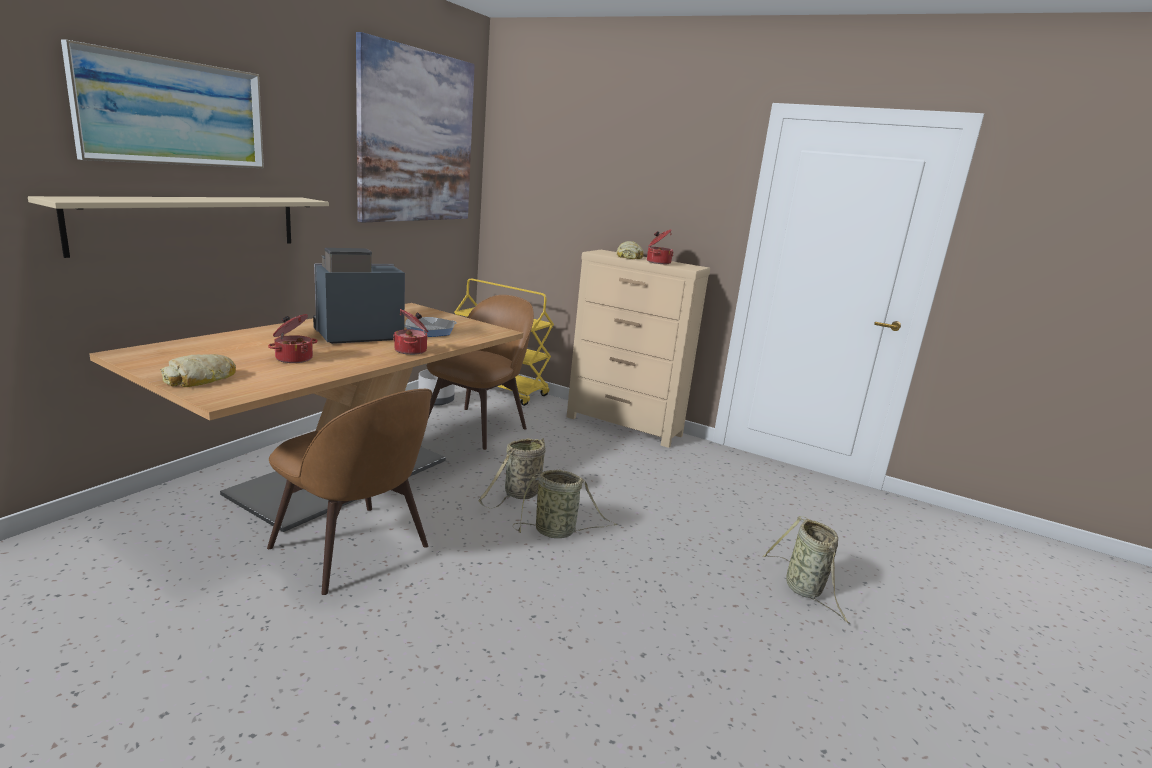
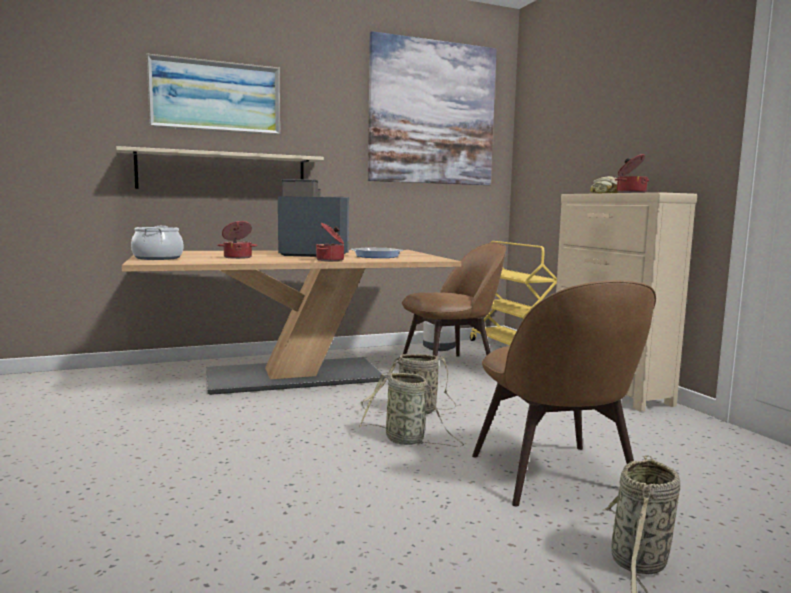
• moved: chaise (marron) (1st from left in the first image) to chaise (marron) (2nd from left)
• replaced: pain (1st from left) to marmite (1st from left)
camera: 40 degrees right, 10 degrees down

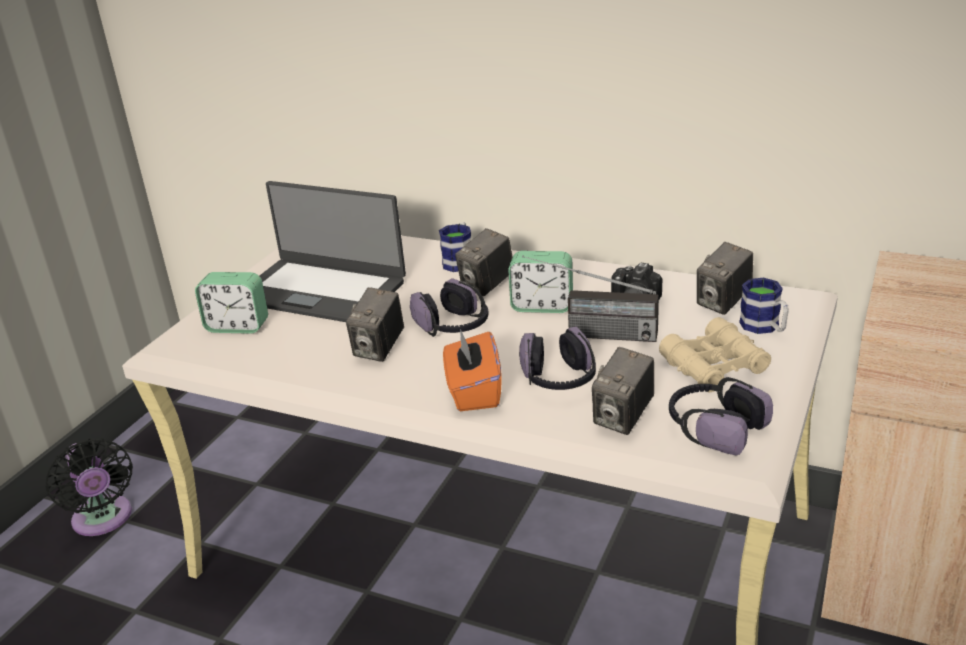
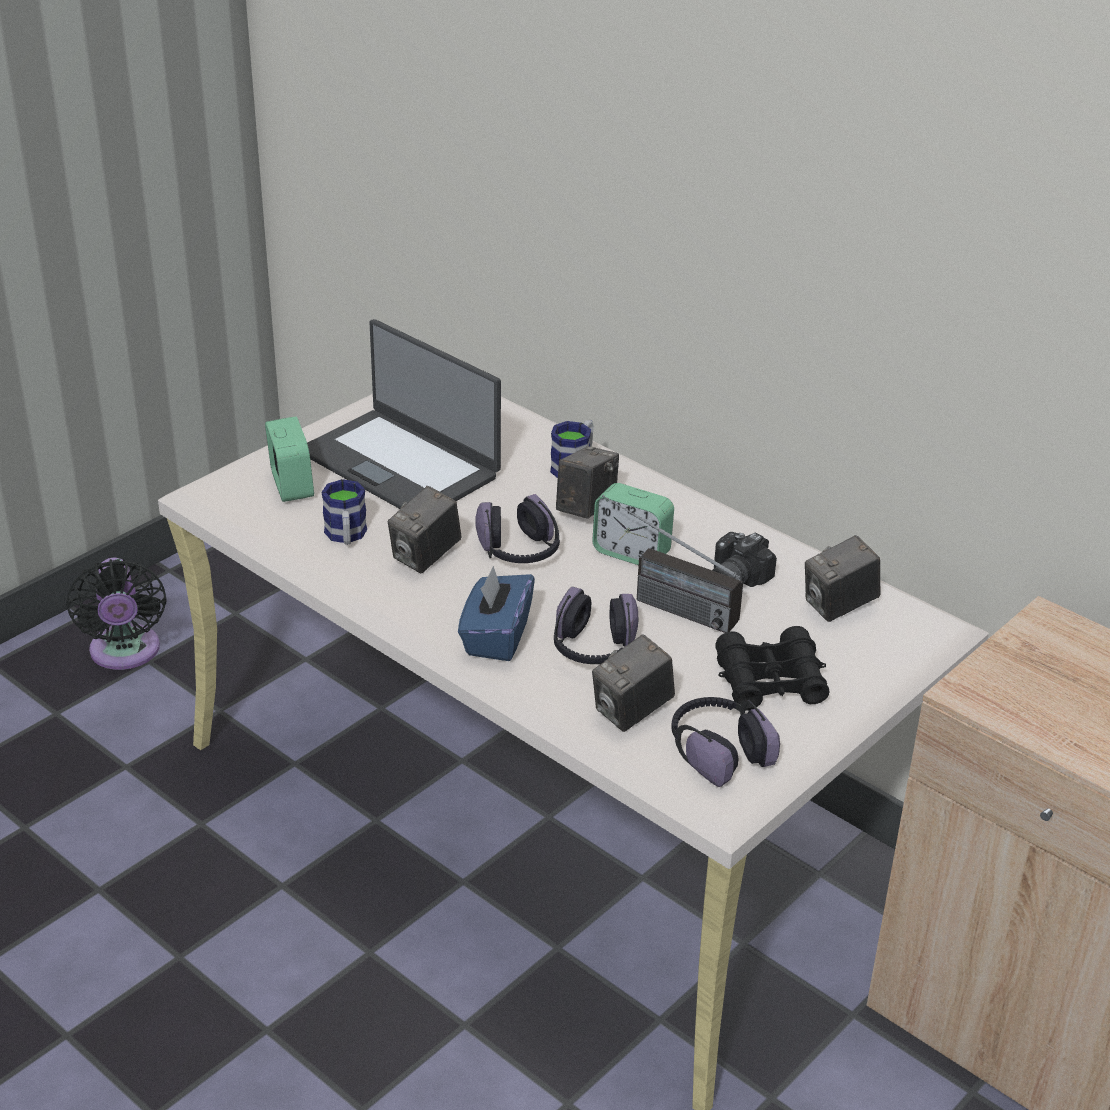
• moved: mug (2nd from left in the first image) to mug (1st from left)
• recoloured: boîte à mouchoirs (orange) to boîte à mouchoirs (bleu)
• recoloured: jumelles (beige) to jumelles (noir)
• turned: réveil (1st from left) 135 degrees counterclockwise
• turned: appareil photo (2nd from left) 150 degrees clockwise
camera: 15 degrees right, 5 degrees up

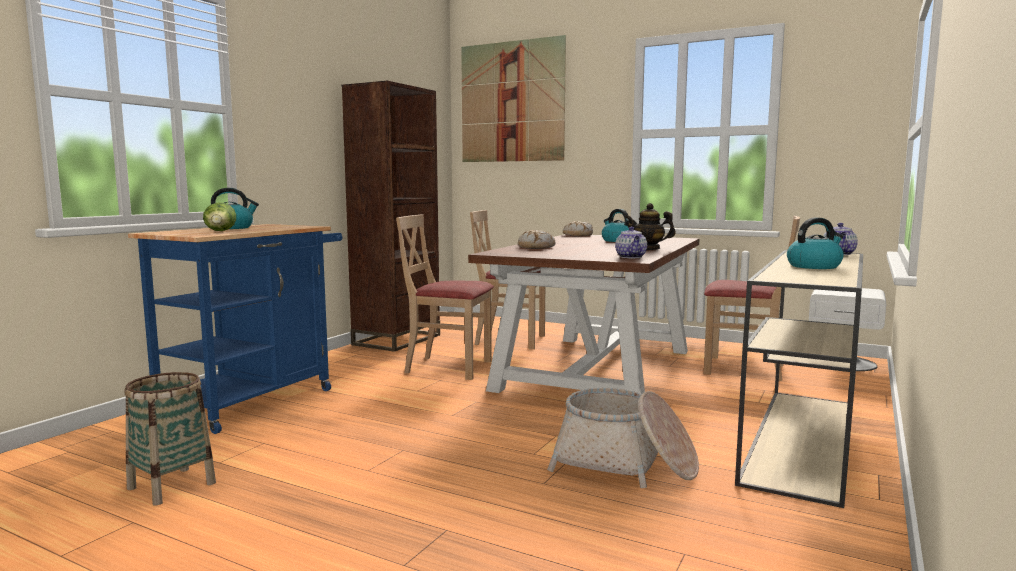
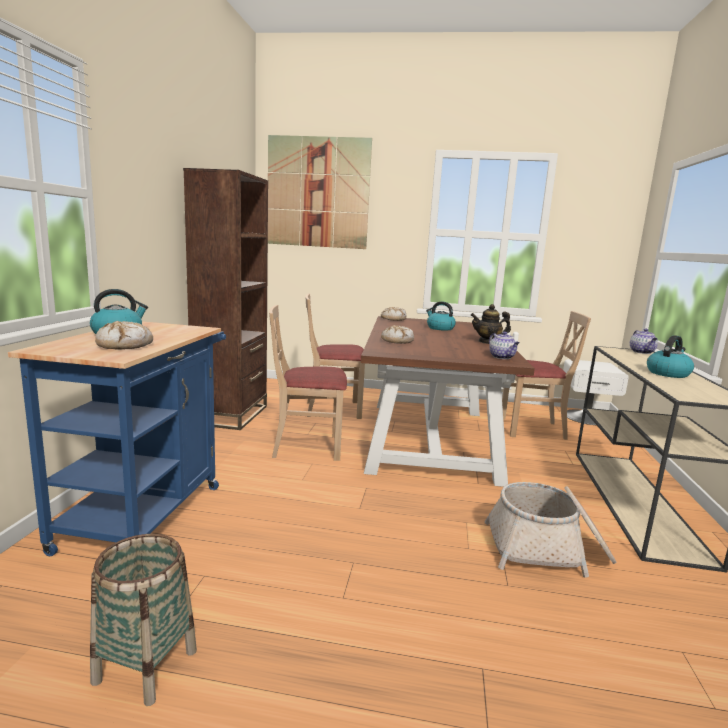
• replaced: laitue to pain (1st from left)
camera: 20 degrees left, 5 degrees up

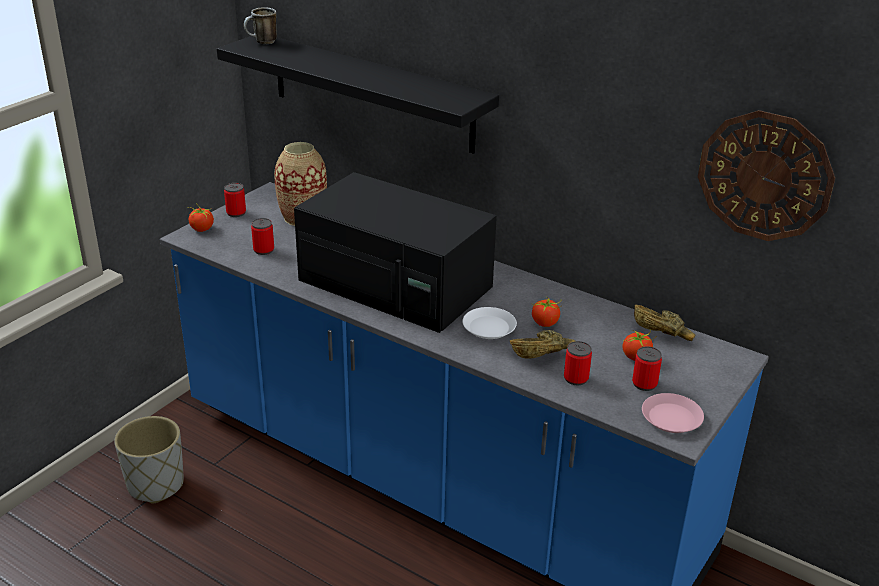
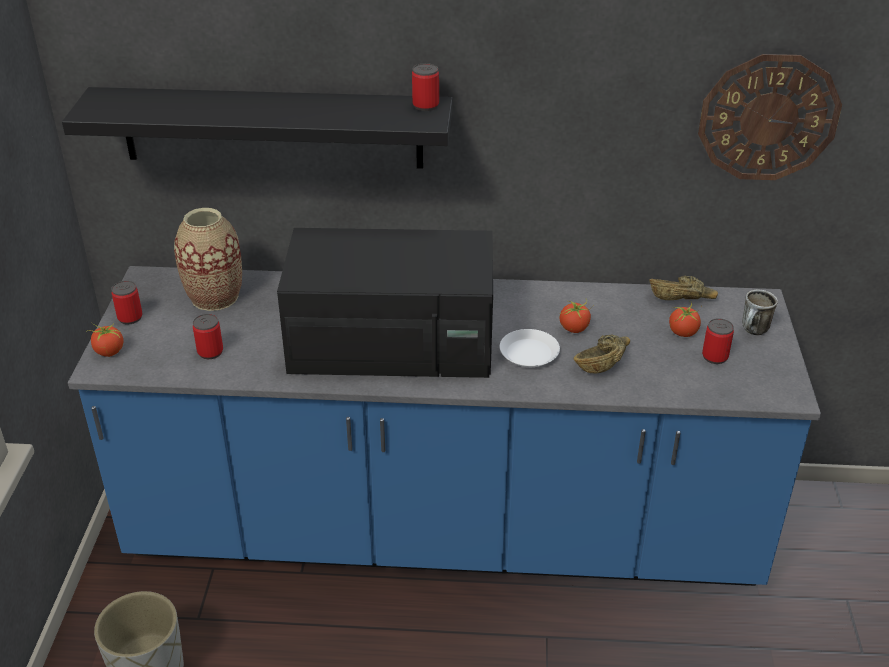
• removed: assiette (rose)
• moved: mug
• moved: boîte métallique (3rd from left)
camera: 30 degrees left, 5 degrees up

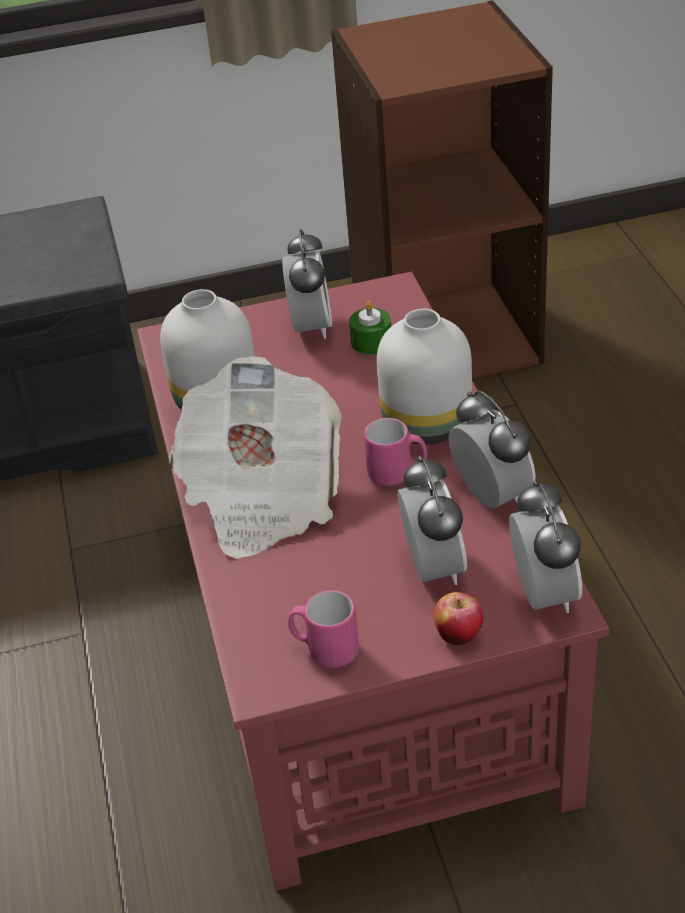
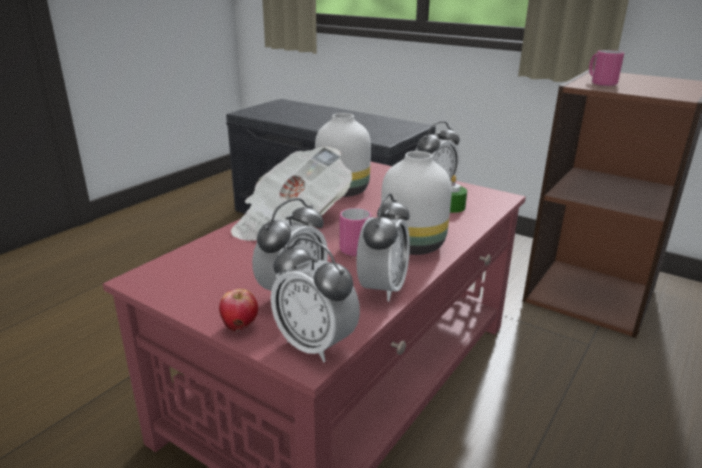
• moved: mug (rose) (1st from left in the first image) to mug (rose) (2nd from left)
• turned: réveil (4th from left in the first image) 90 degrees clockwise
camera: 45 degrees right, 15 degrees down

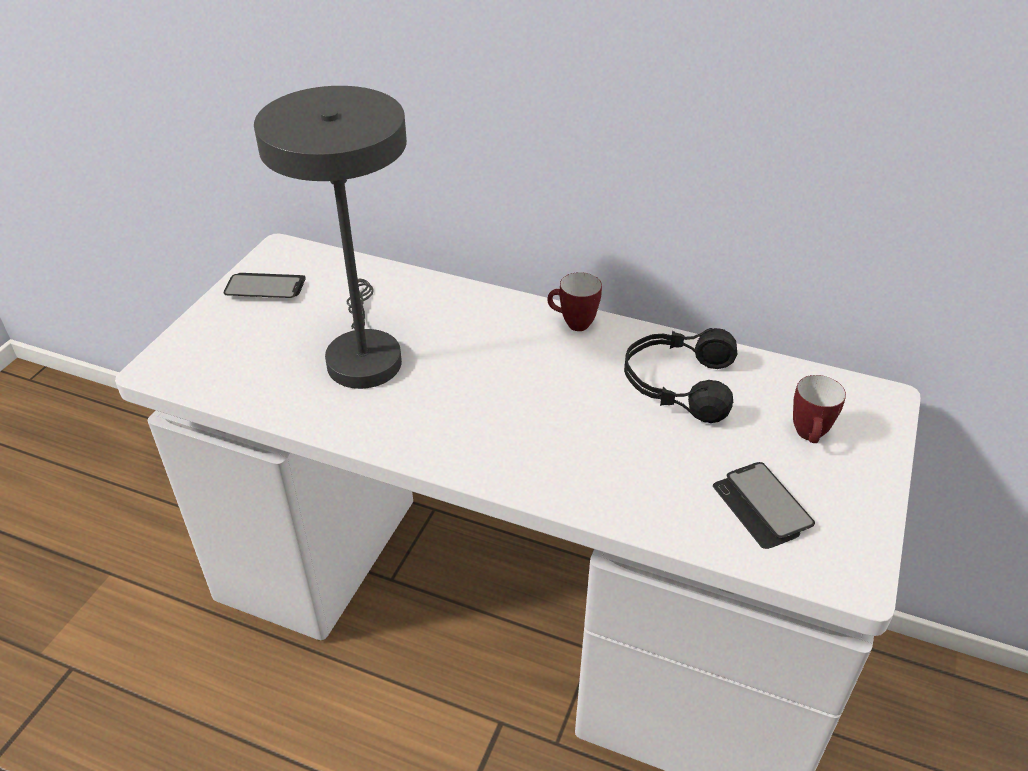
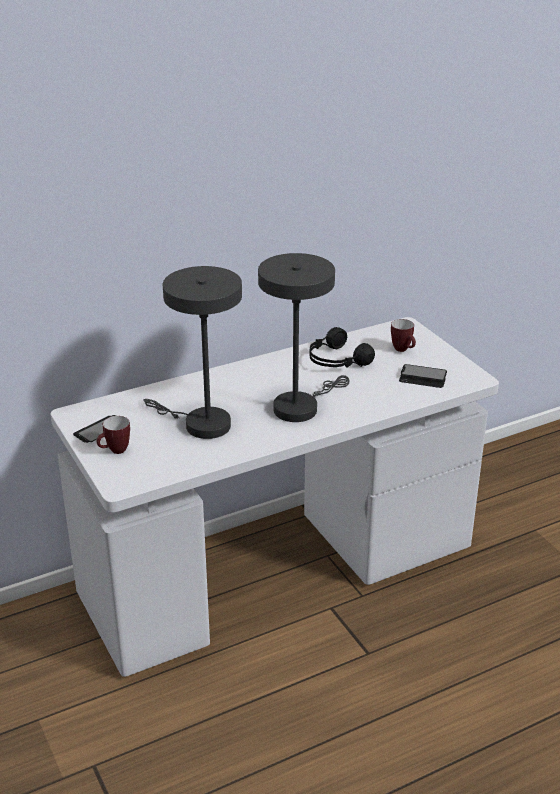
• added: lampe de table (gris) (2nd from left)
• moved: mug (1st from left)
camera: 50 degrees left, 10 degrees down

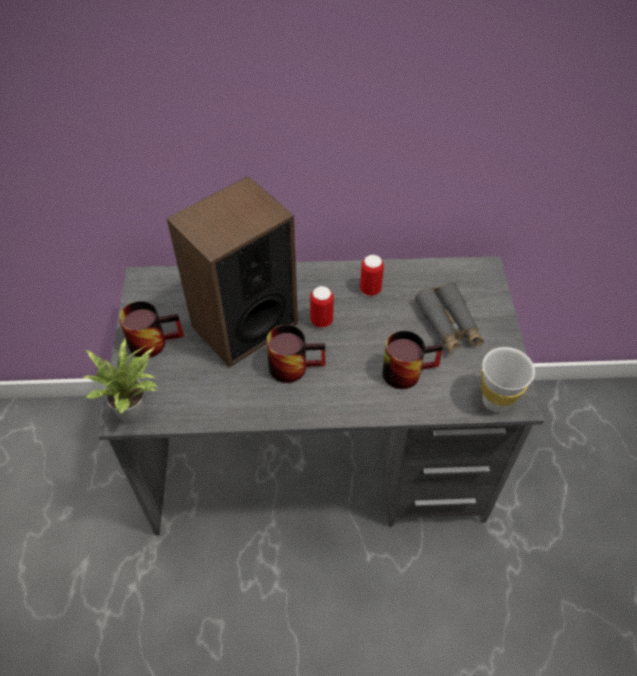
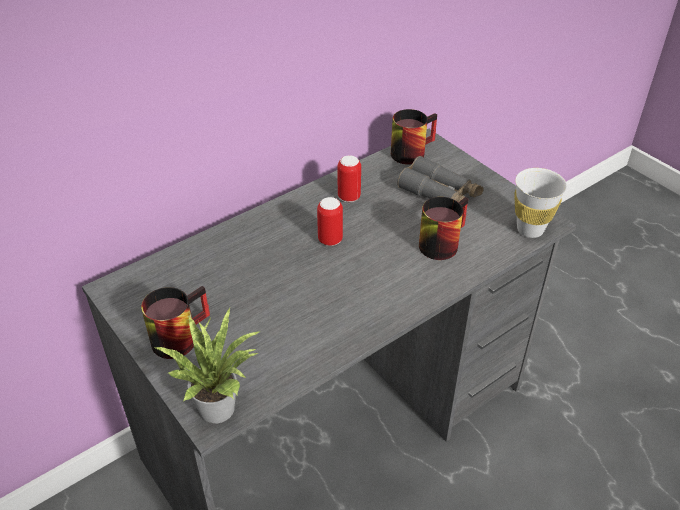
• removed: enceinte
• moved: mug (2nd from left)
camera: 35 degrees left, 10 degrees down

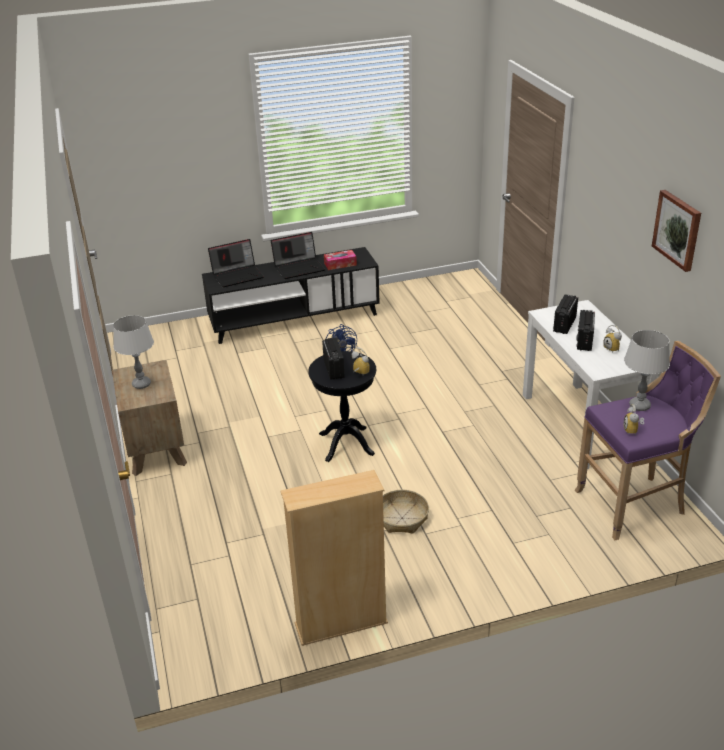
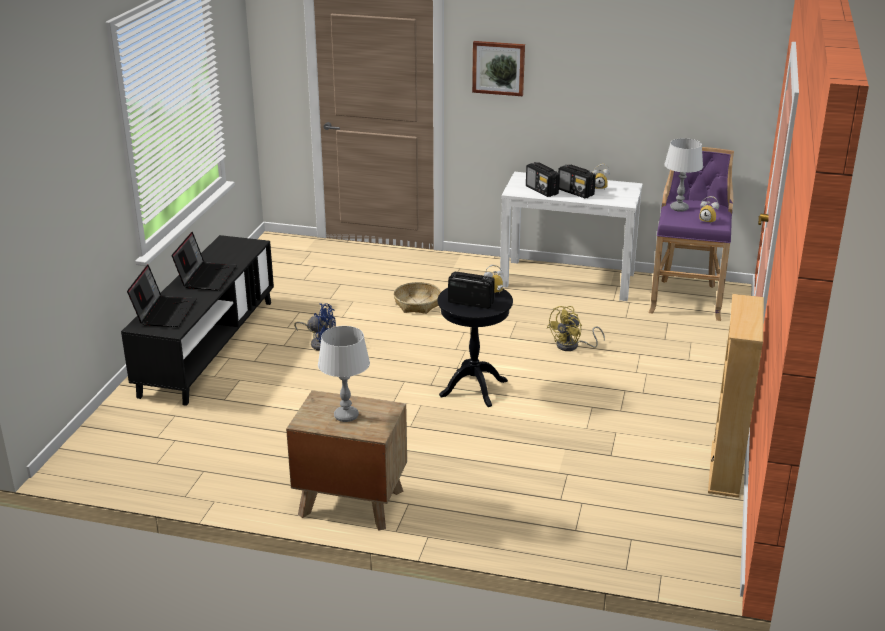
• removed: boîte à mouchoirs
• added: ventilateur (jaune)
• moved: panier
• moved: tableau
camera: 60 degrees left, 5 degrees down

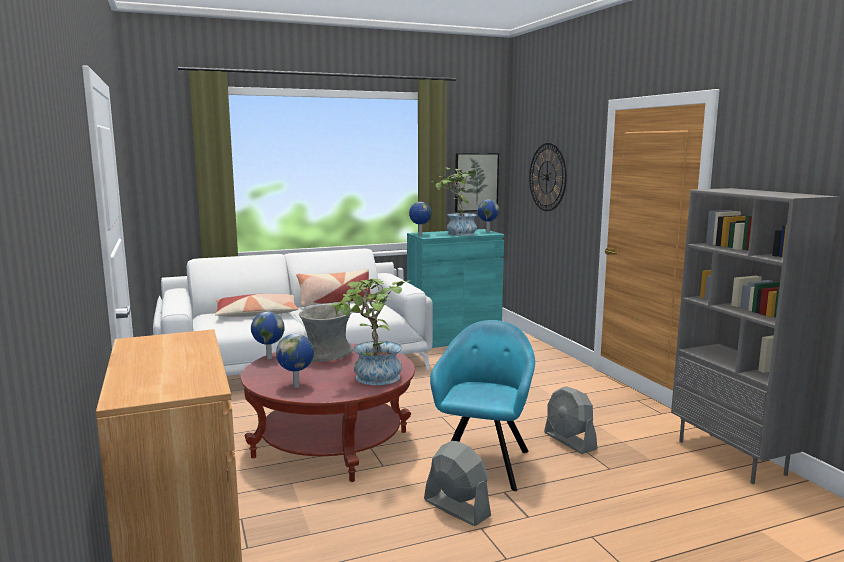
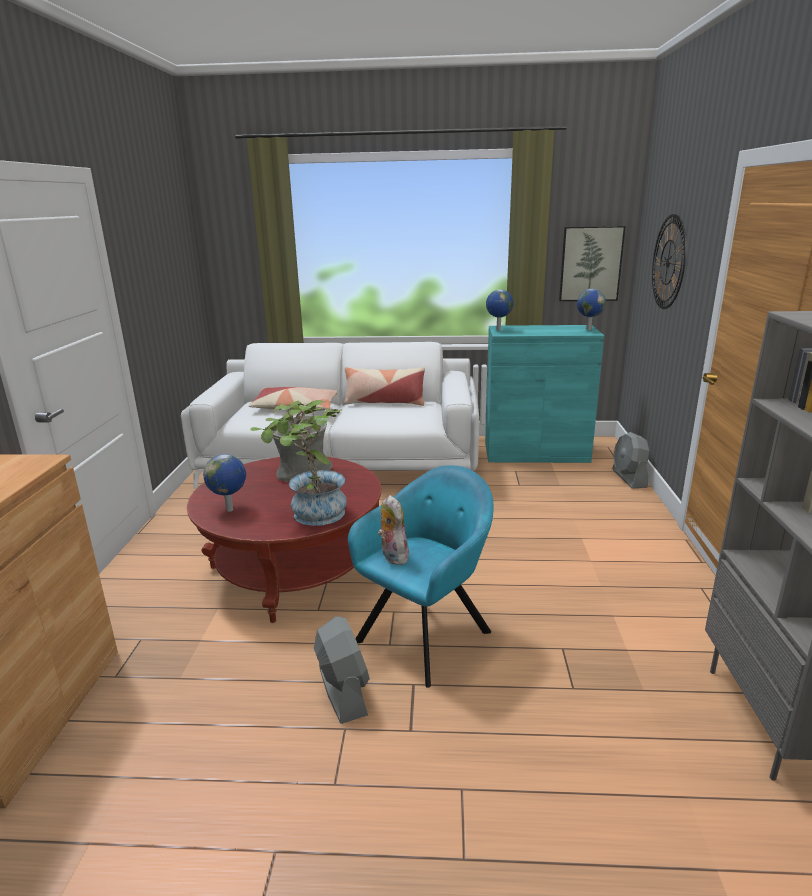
• removed: globe (1st from left)
• removed: plante en pot (2nd from left)
• added: peluche
• moved: ventilateur (gris) (2nd from left)
camera: 25 degrees right, 10 degrees up

